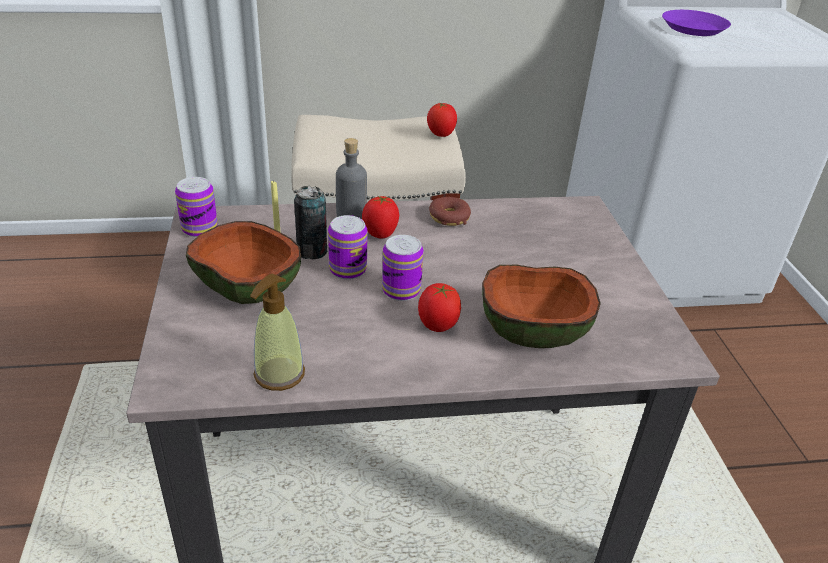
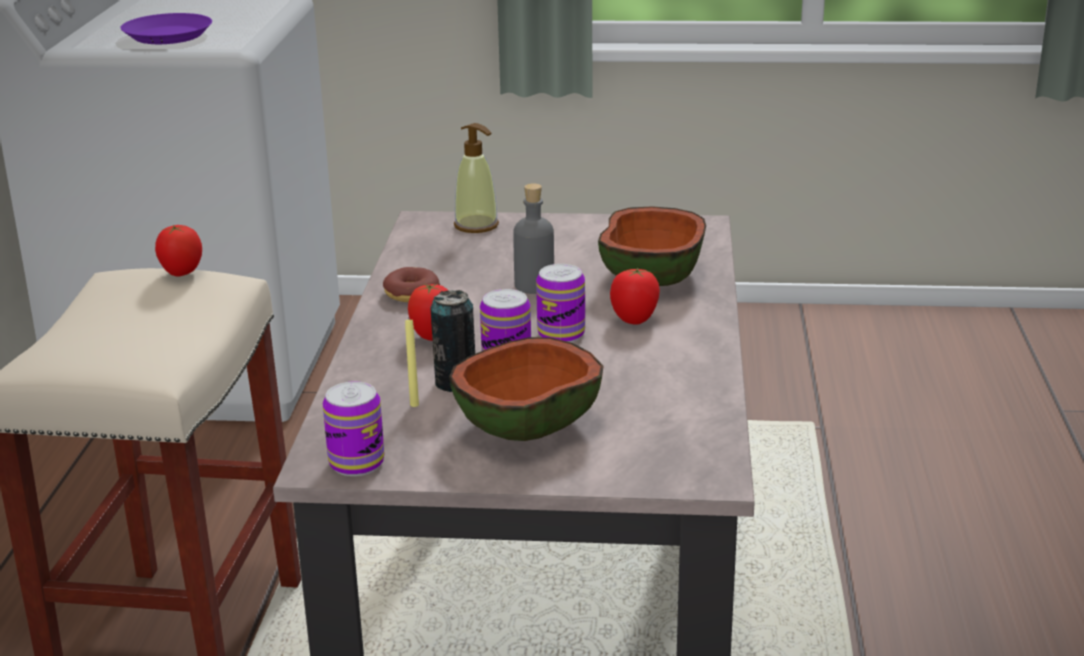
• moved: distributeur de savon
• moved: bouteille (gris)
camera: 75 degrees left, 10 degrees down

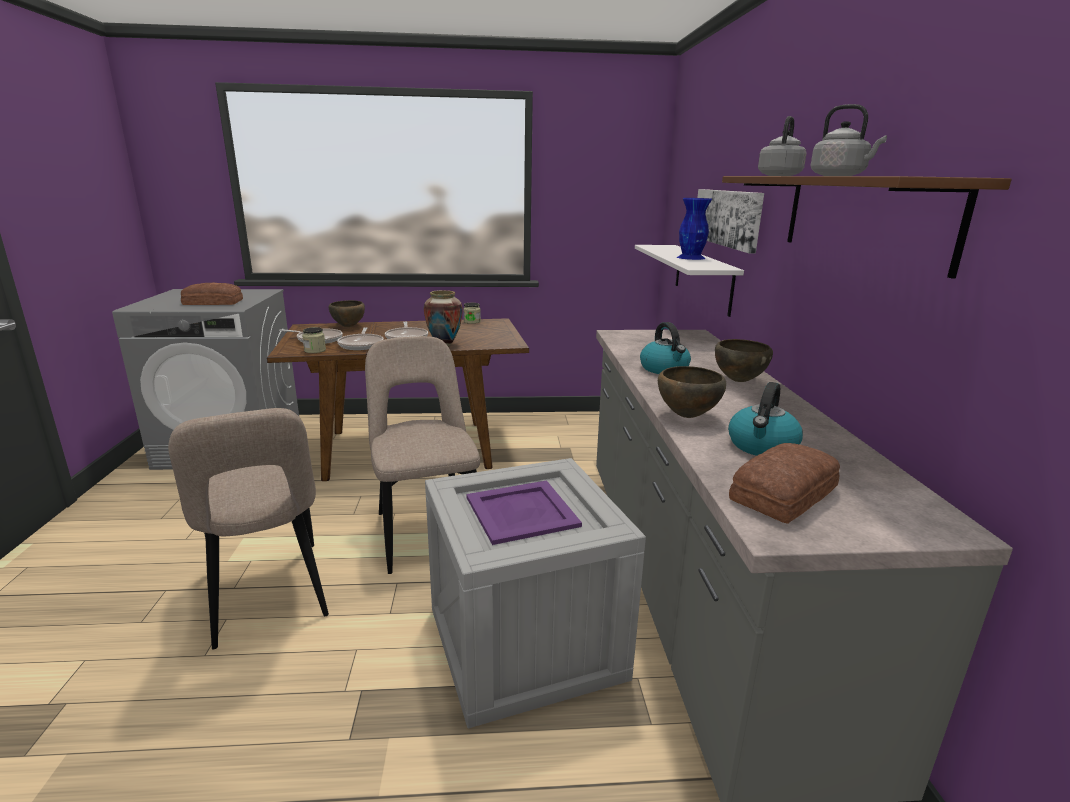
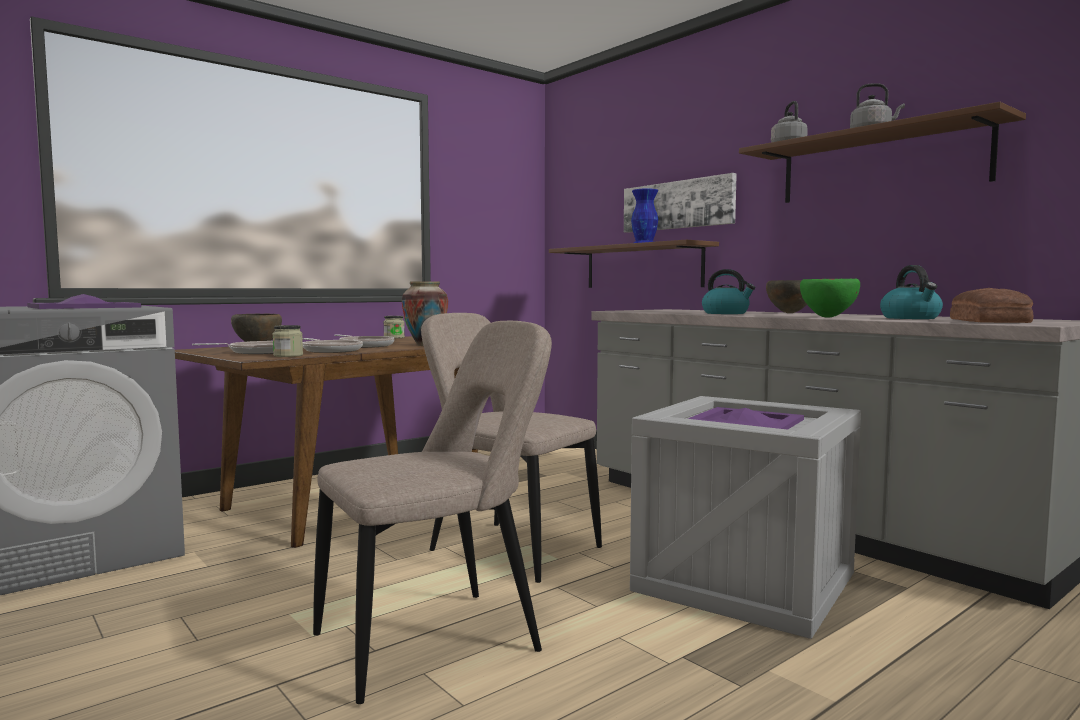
• replaced: pain (1st from left) to plateau (violet) (1st from left)
• recoloured: étagère (blanc) to étagère (marron) (1st from left)
• recoloured: bol (marron) (2nd from left) to bol (vert)
• turned: chaise (beige) (1st from left) 60 degrees counterclockwise
camera: 35 degrees left, 15 degrees down

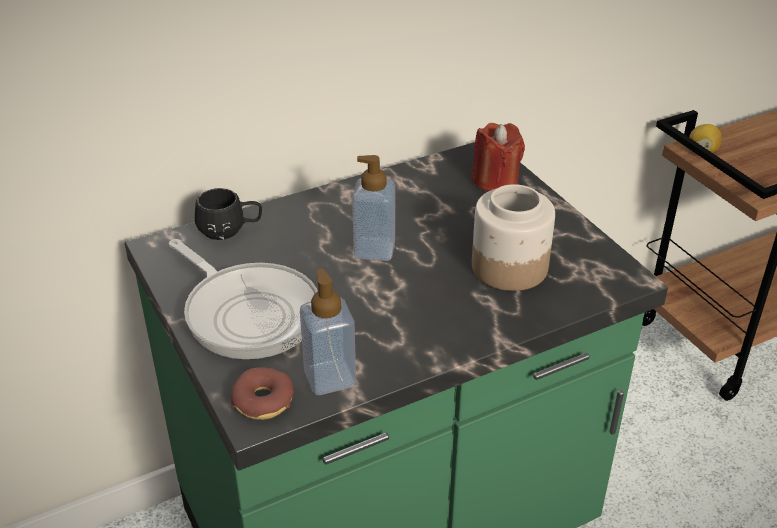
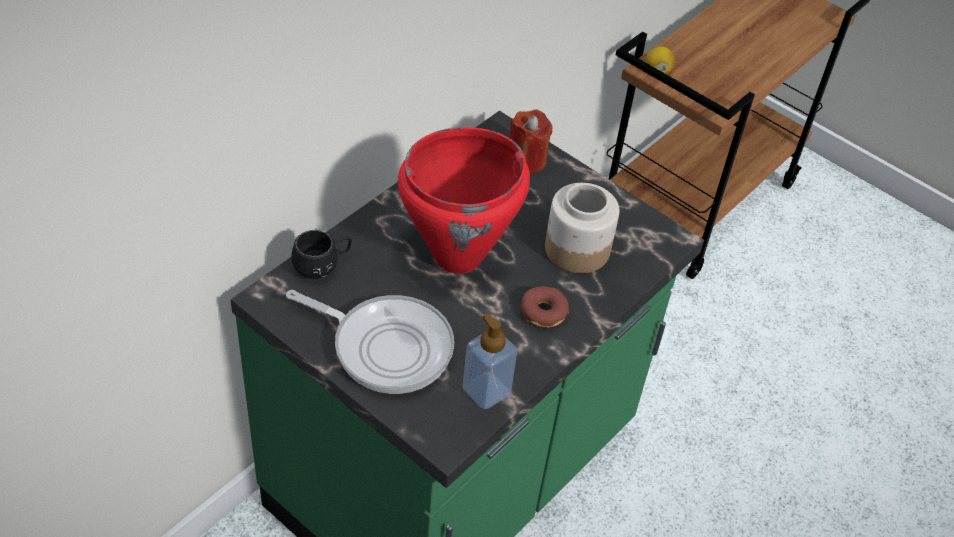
• moved: beignet
• replaced: distributeur de savon (2nd from left) to marmite (rouge)
camera: 25 degrees left, 10 degrees up

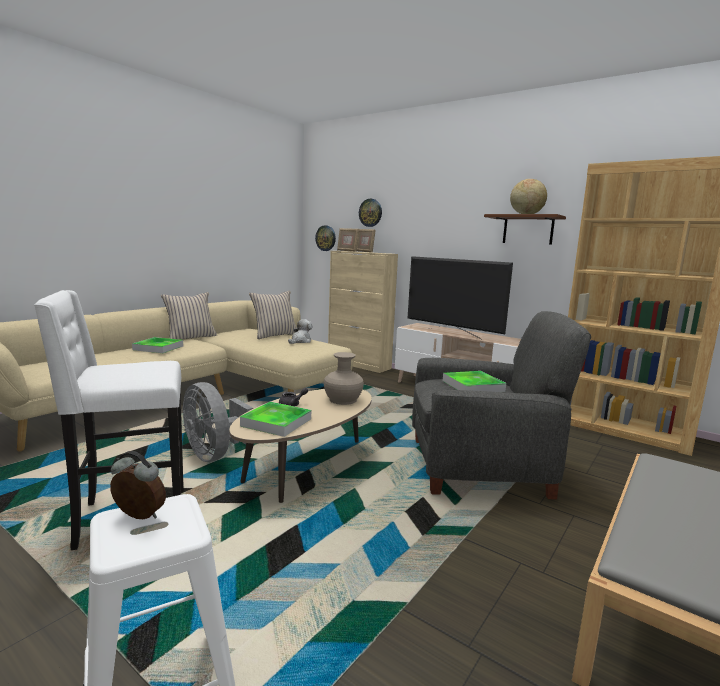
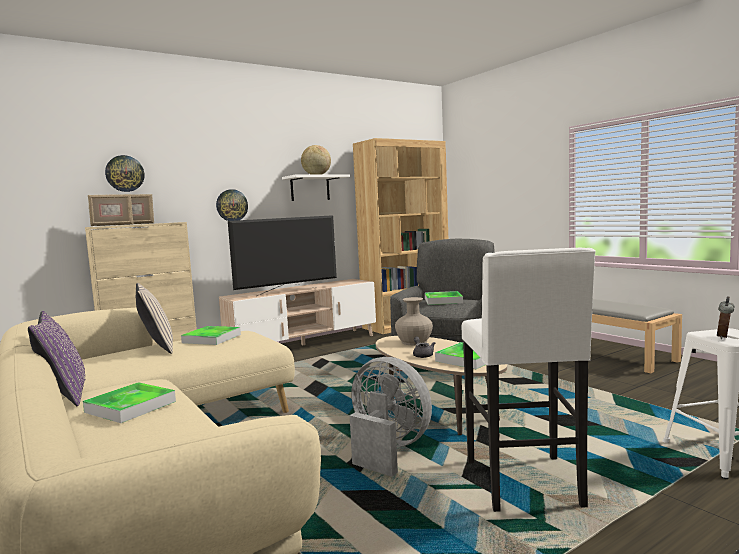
• moved: horloge murale (1st from left in the first image) to horloge murale (2nd from left)
• replaced: peluche to plateau (2nd from left)
• recoloured: coussin (beige) (1st from left) to coussin (violet)
• recoloured: étagère (marron) to étagère (blanc)
• turned: ventilateur (gris) 120 degrees counterclockwise
camera: 70 degrees left, 5 degrees down

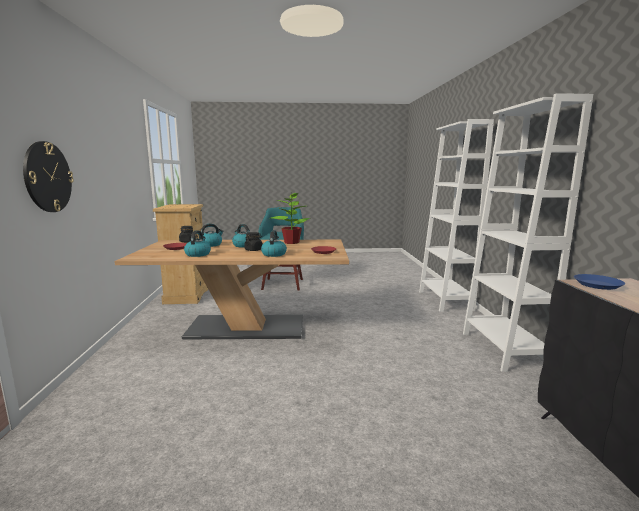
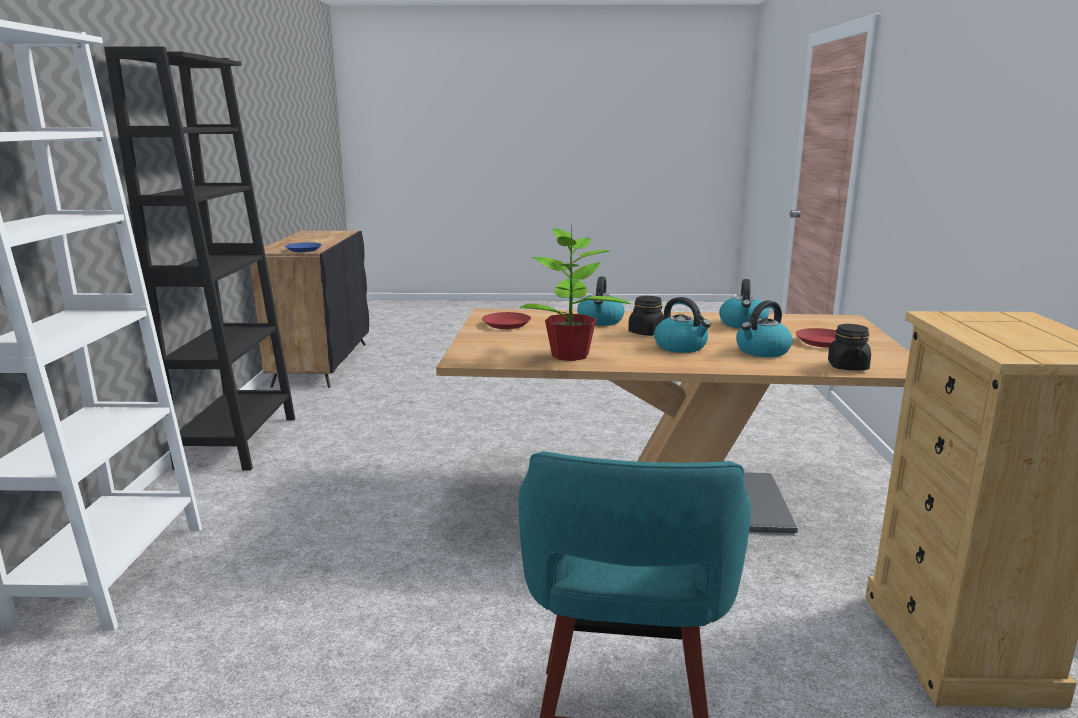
• removed: horloge murale
• recoloured: bibliothèque (blanc) (2nd from left) to bibliothèque (noir)
camera: 175 degrees left, 5 degrees up

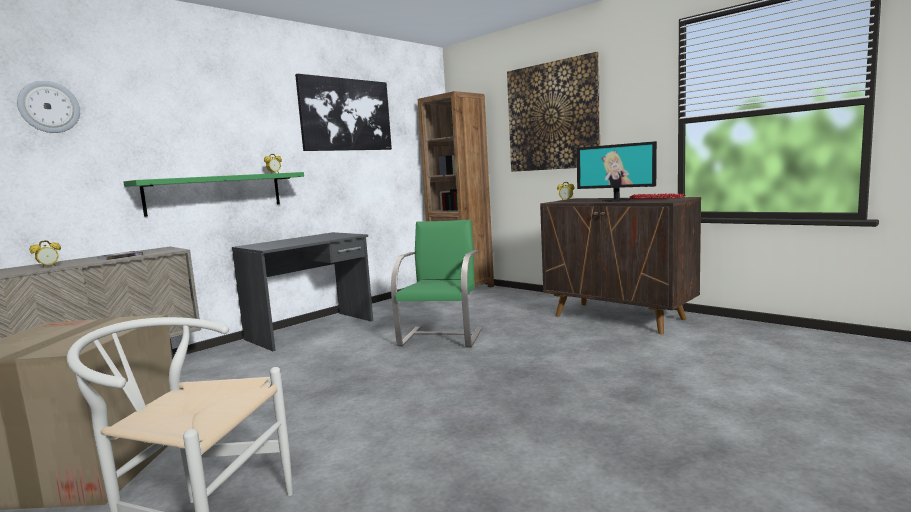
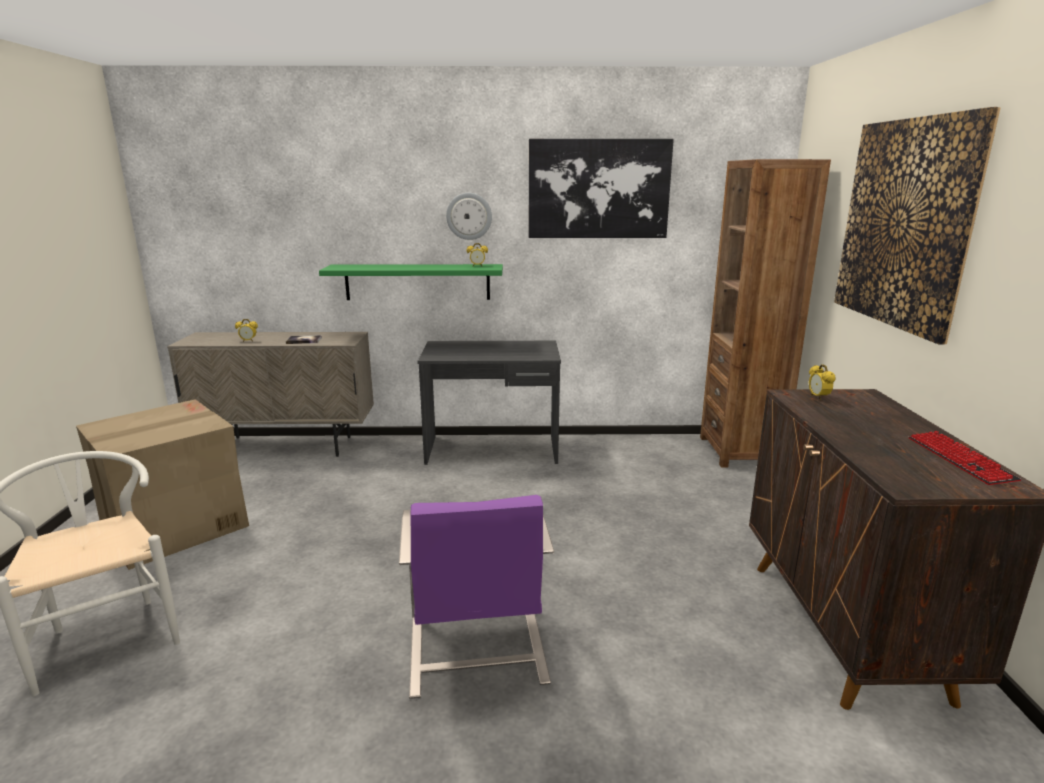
• removed: chaise (vert)
• removed: écran d'ordinateur
• added: chaise (violet)
• moved: horloge murale
camera: 45 degrees right, 10 degrees up

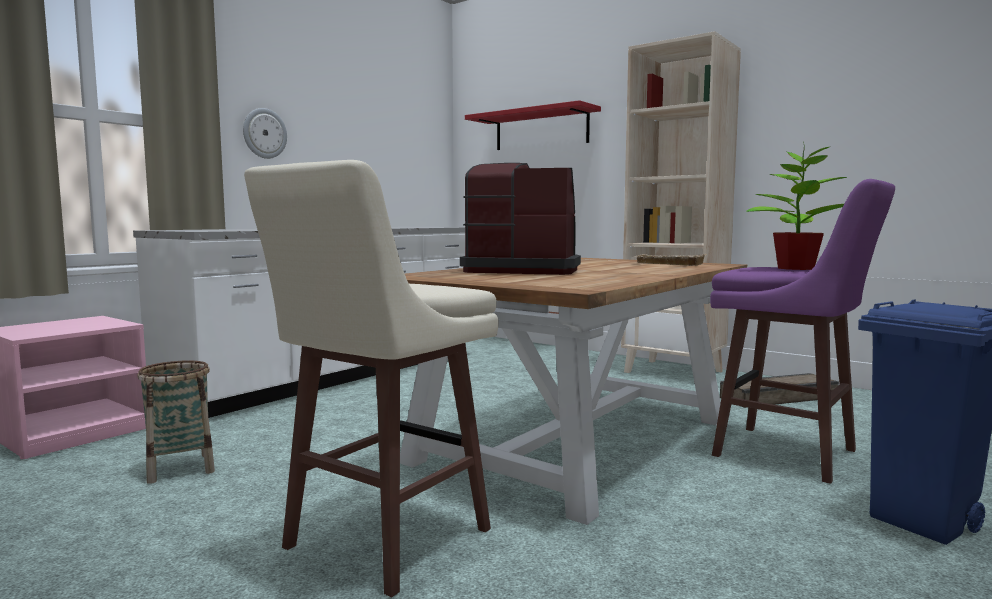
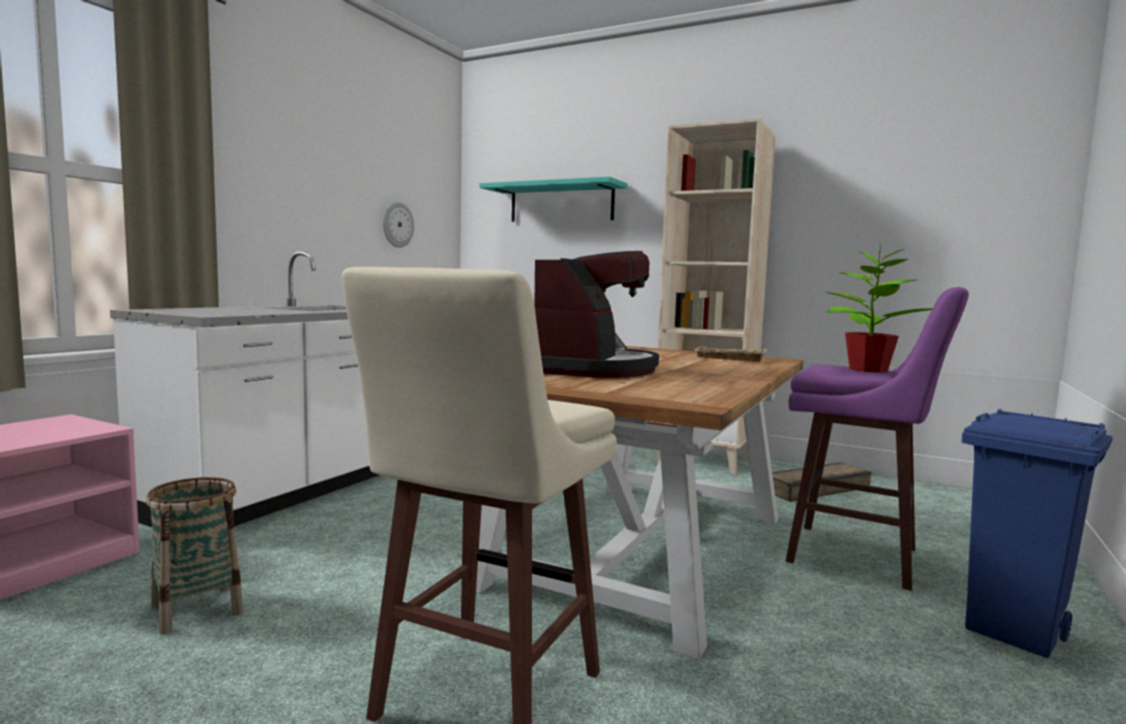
• moved: horloge murale
• recoloured: étagère (rouge) to étagère (turquoise)
• turned: machine à café 105 degrees clockwise
camera: 10 degrees left, 0 degrees up

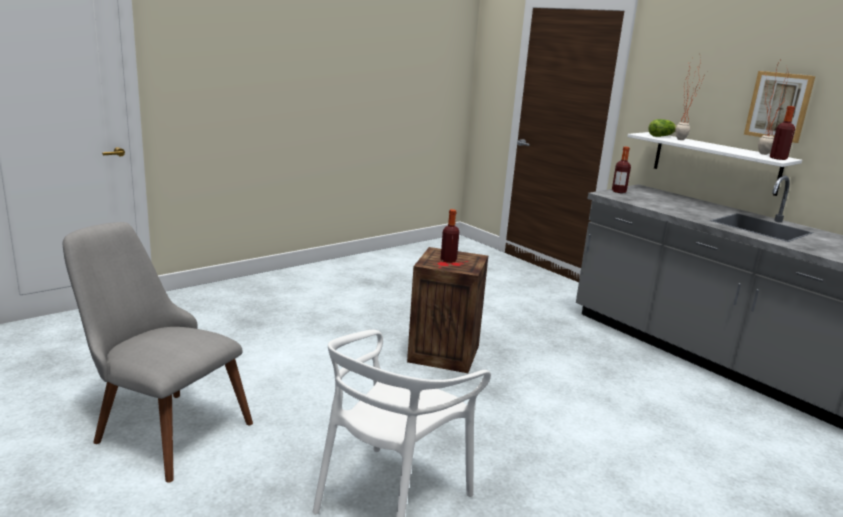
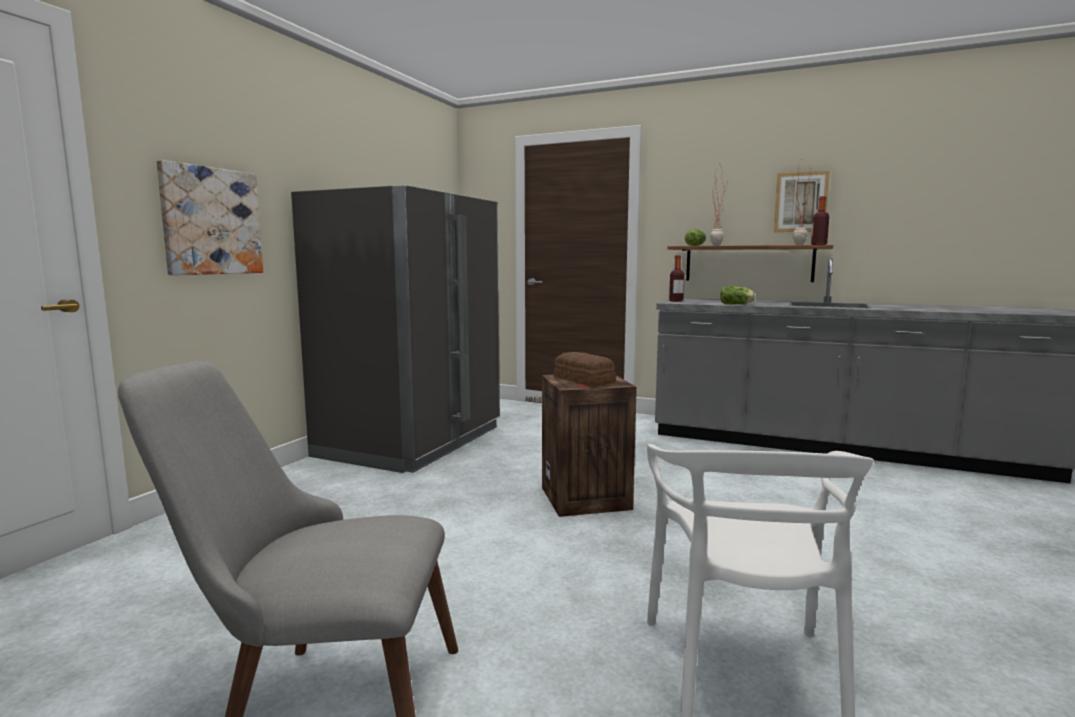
• added: tableau (1st from left)
• added: réfrigérateur (gris)
• added: laitue (2nd from left)
• replaced: bouteille (1st from left) to pain
• recoloured: étagère (blanc) to étagère (marron)
camera: 25 degrees left, 10 degrees down

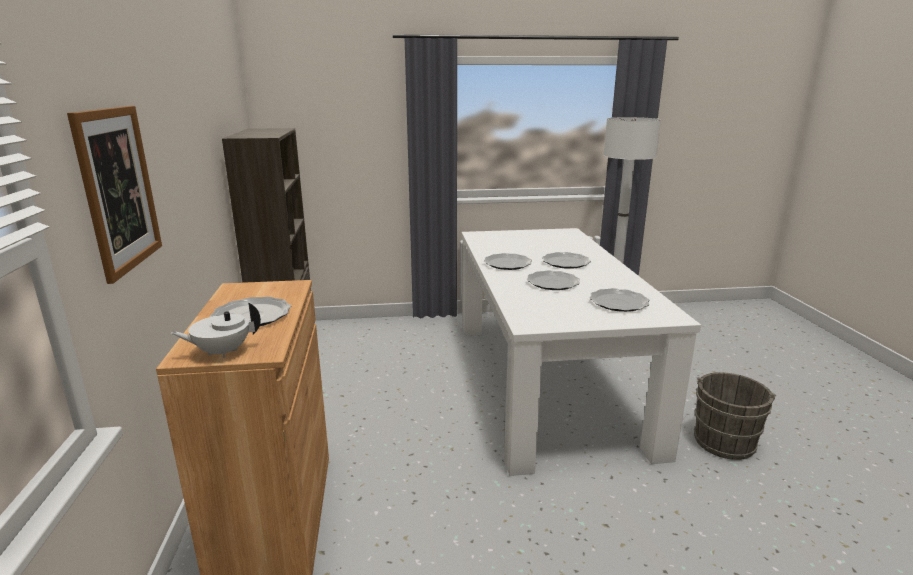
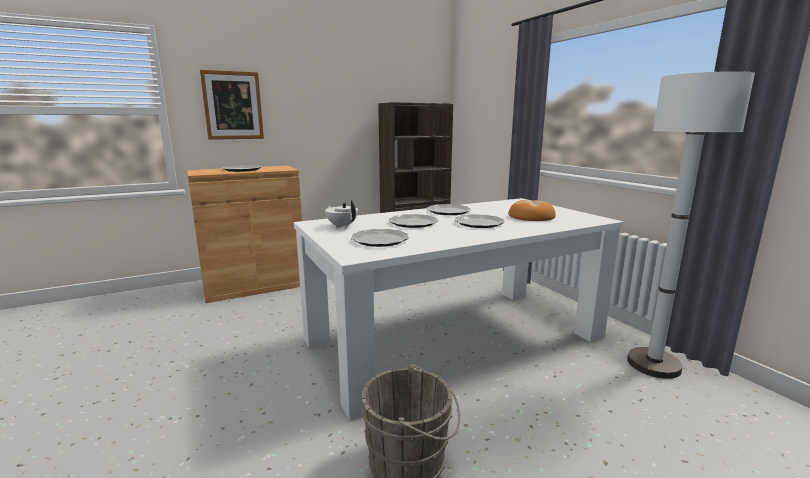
• added: pain
• moved: théière (blanc)
camera: 70 degrees right, 5 degrees down

